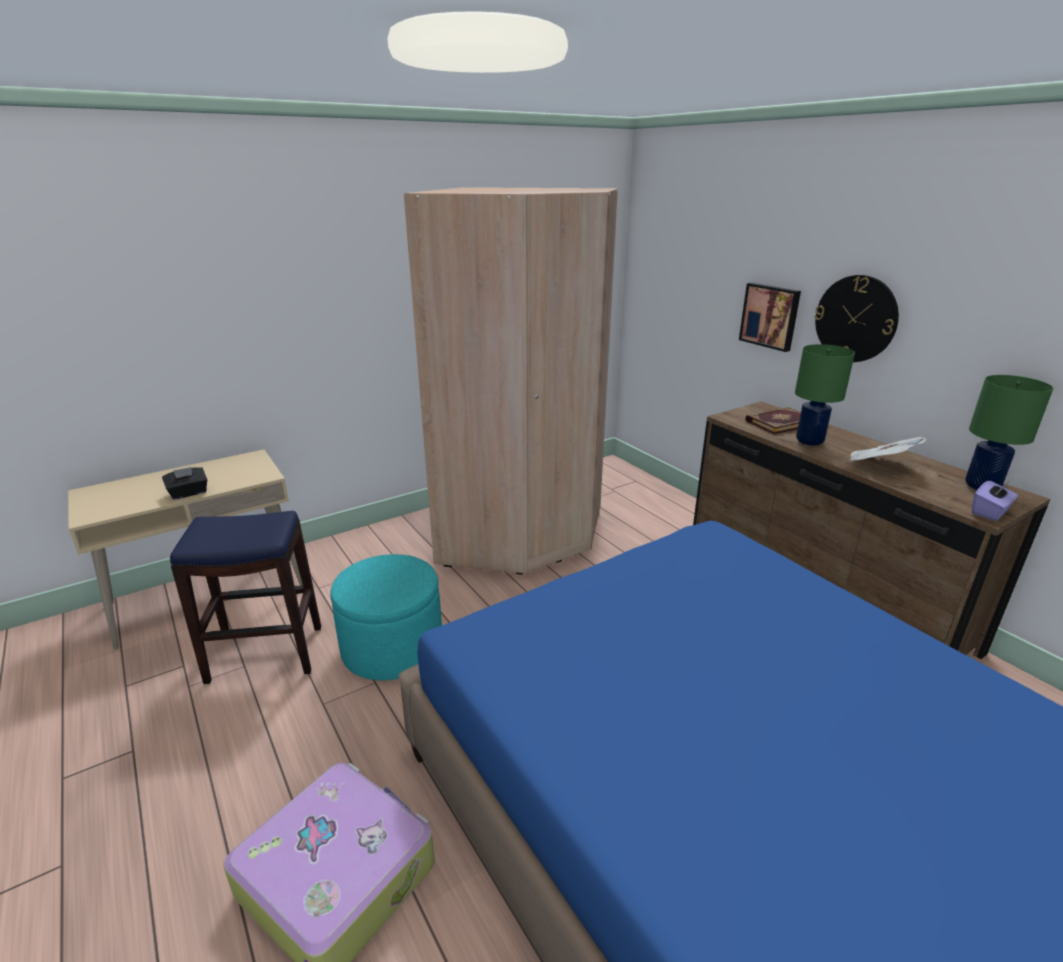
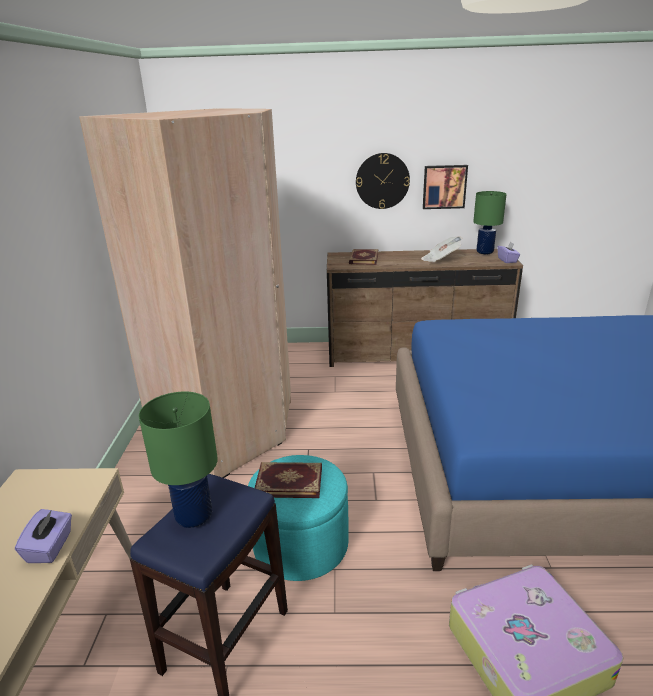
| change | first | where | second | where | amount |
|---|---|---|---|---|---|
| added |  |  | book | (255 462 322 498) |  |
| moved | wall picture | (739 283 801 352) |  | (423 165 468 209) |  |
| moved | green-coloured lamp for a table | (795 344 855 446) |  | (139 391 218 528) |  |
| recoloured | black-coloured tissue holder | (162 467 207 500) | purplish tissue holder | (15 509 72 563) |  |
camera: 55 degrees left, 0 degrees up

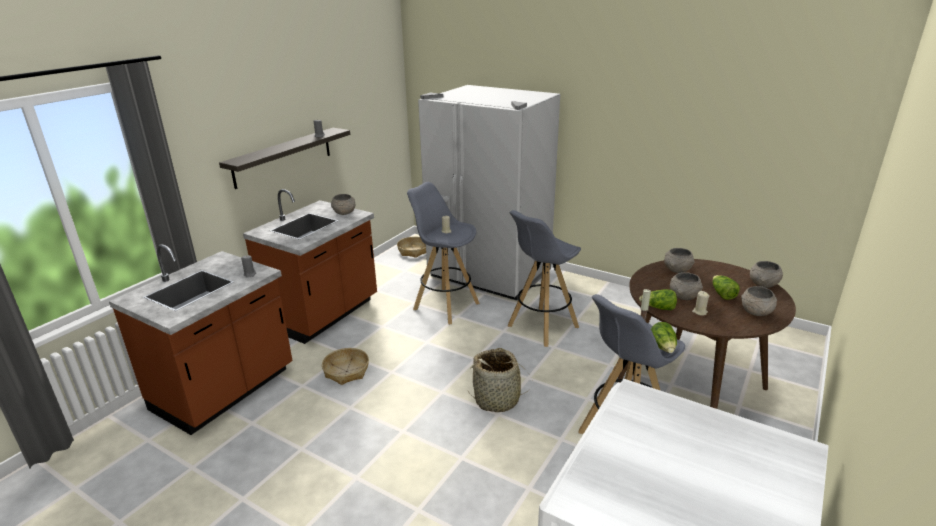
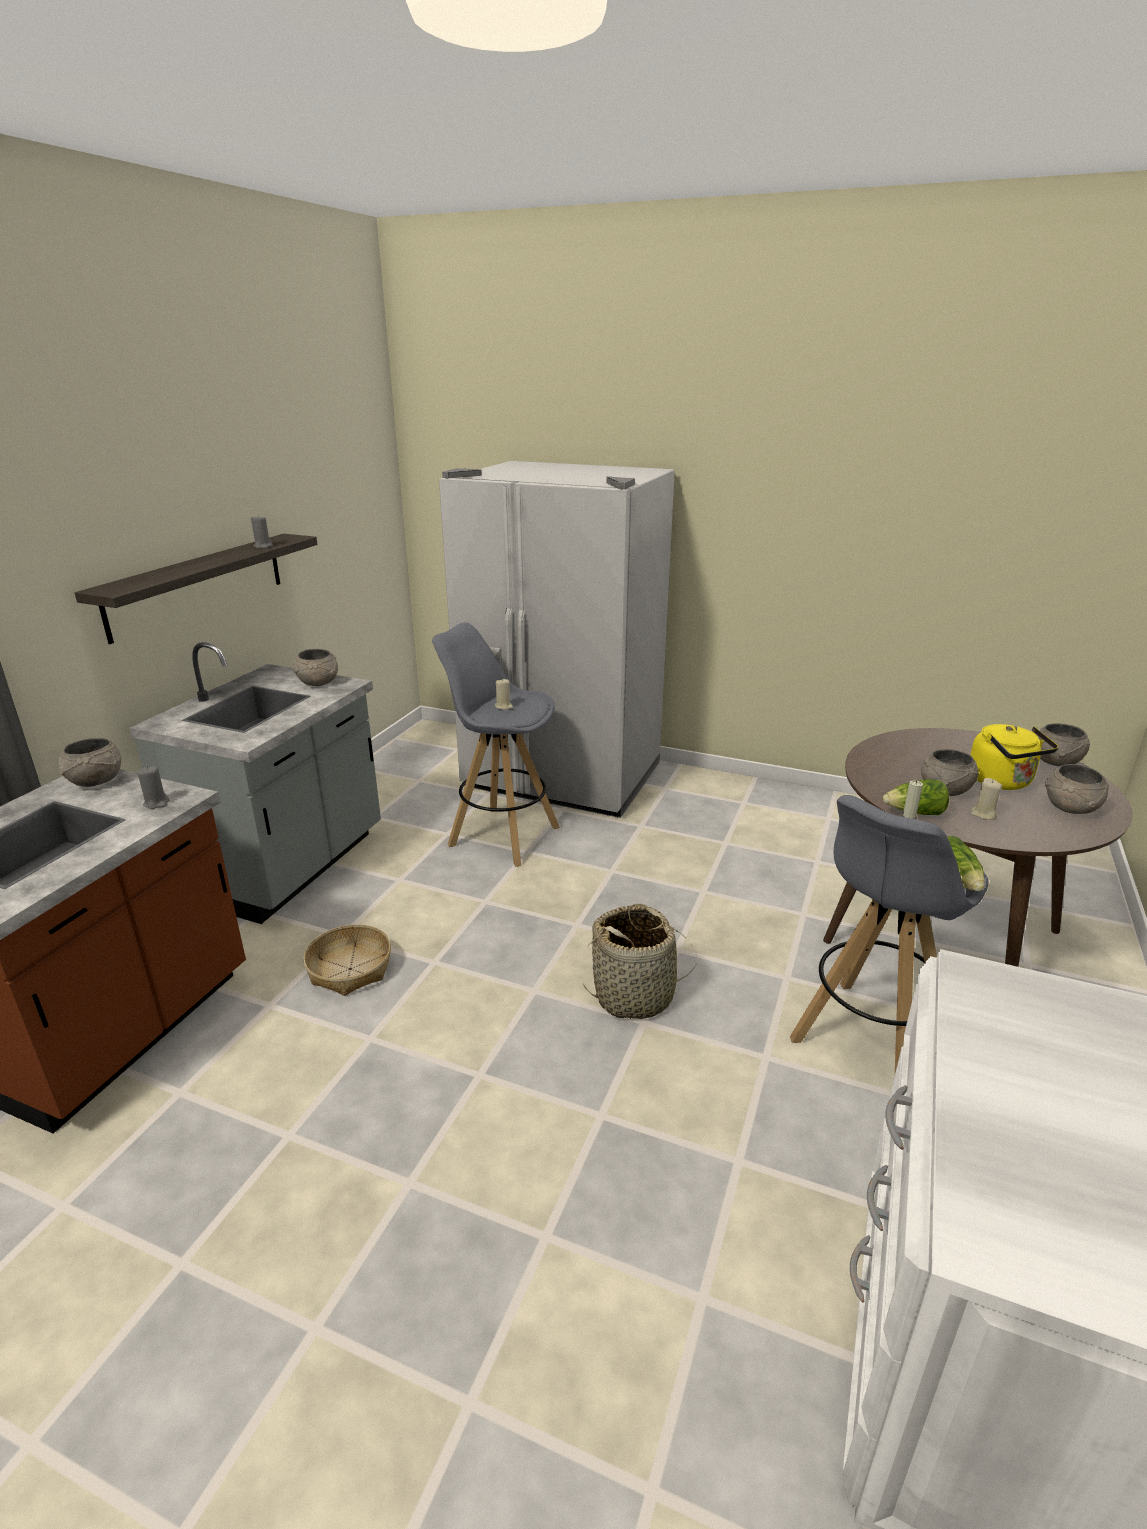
| change | first | where | second | where | amount |
|---|---|---|---|---|---|
| removed | household basket | (397 237 426 258) |  |  |  |
| removed | gray sitting stool | (508 210 581 347) |  |  |  |
| moved | gray deep dish | (664 248 694 273) |  | (59 738 121 787) |  |
| replaced | lettuce head | (713 275 740 300) | yellow water kettle | (970 724 1058 790) |  |
| recoloured | brown kitchen base unit | (243 189 377 344) | gray kitchen base unit | (130 642 381 924) |  |
camera: 10 degrees left, 0 degrees up

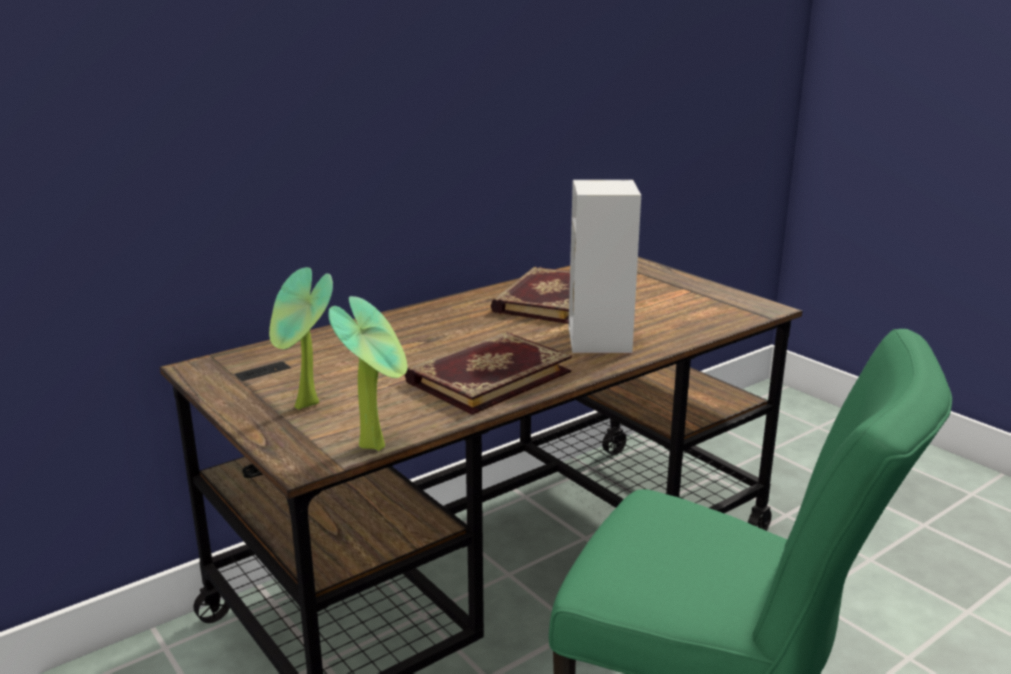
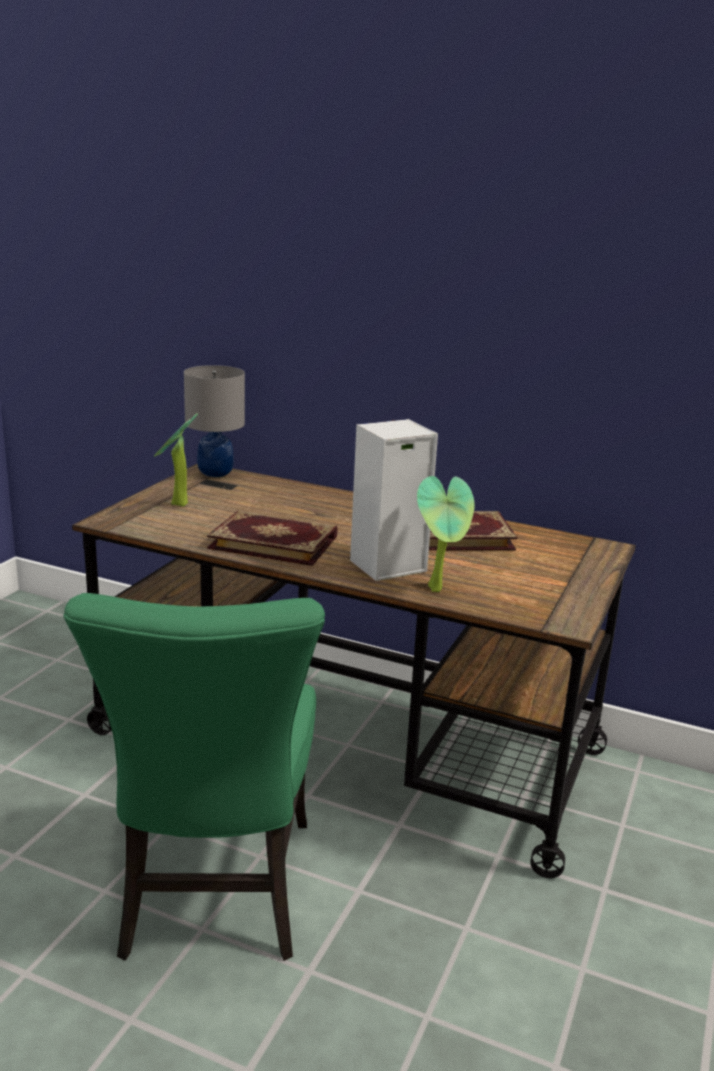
| change | first | where | second | where | amount |
|---|---|---|---|---|---|
| added |  |  | gray lamp for a table | (184 365 245 477) |  |
| moved | houseplant | (329 296 408 451) |  | (417 476 475 592) |  |
camera: 60 degrees right, 0 degrees up

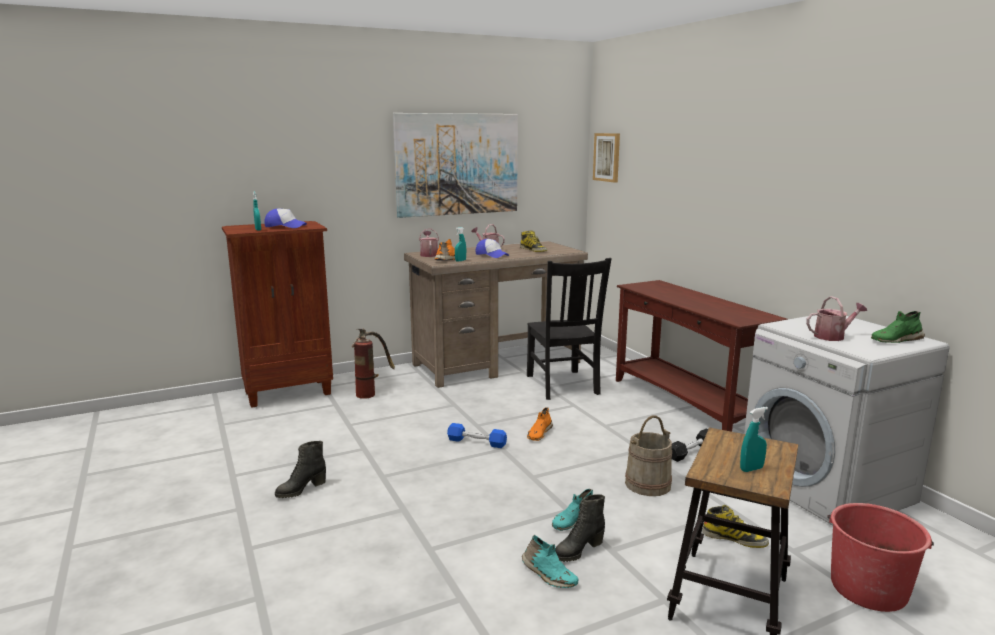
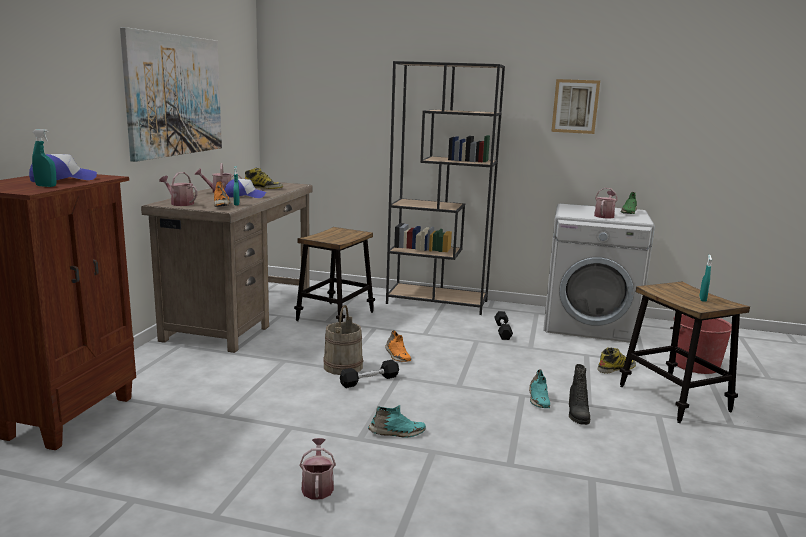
| change | first | where | second | where | amount |
|---|---|---|---|---|---|
| removed | fire extinguisher | (352 328 395 399) |  |  |  |
| moved | blue-green shoe | (522 535 579 588) |  | (368 405 426 438) |  |
| moved | wall picture | (593 133 620 183) |  | (551 79 600 134) |  |
| moved | sand-coloured water bucket | (625 415 672 496) |  | (323 305 363 375) |  |
| replaced | black-coloured high-top boot | (275 441 326 498) | watering pot | (300 438 336 500) |  |
| replaced | black-coloured plain chair | (527 258 611 400) | sitting stool | (294 227 375 322) |  |
| replaced | brown hall table | (616 280 788 432) | bookshelf | (386 61 505 315) |  |
| recoloured | bluish dumbbell | (447 423 507 448) | black-coloured dumbbell | (340 360 399 388) |  |
camera: 50 degrees left, 0 degrees up

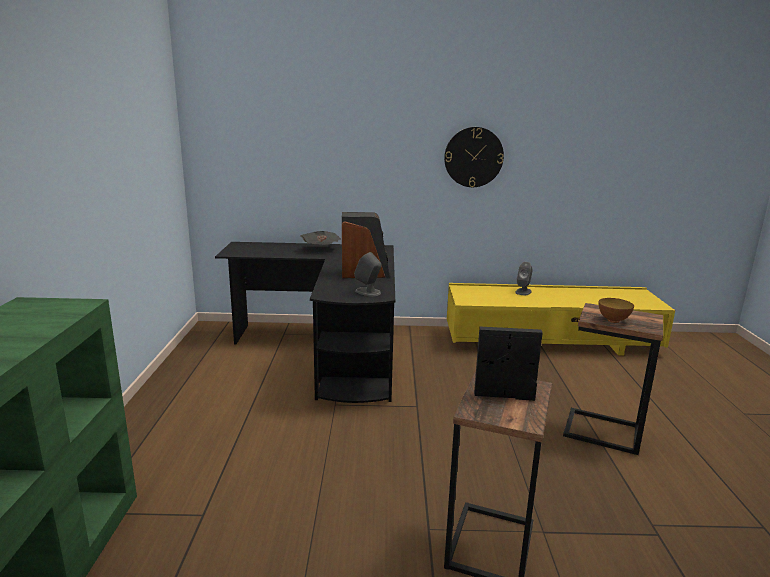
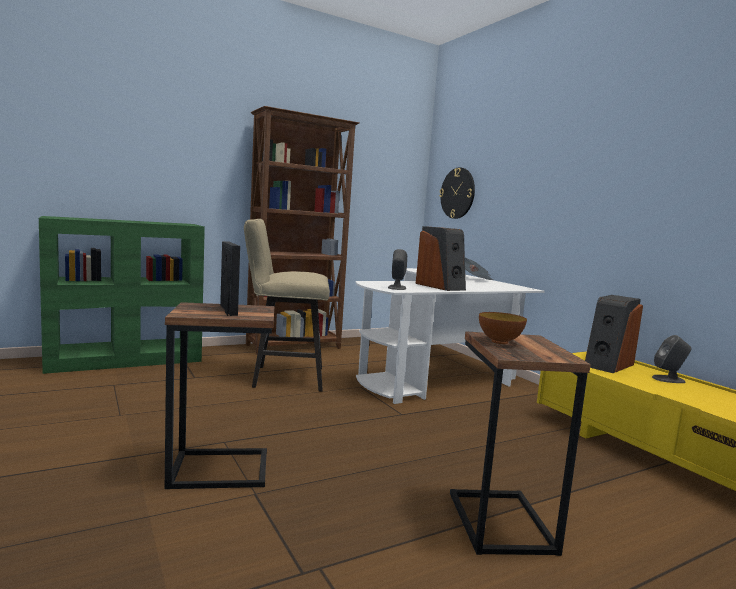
| change | first | where | second | where | amount |
|---|---|---|---|---|---|
| added |  |  | sand-coloured sitting stool | (244 219 330 392) |  |
| added |  |  | brown bookshelf | (246 106 360 355) |  |
| added |  |  | loudspeaker | (585 295 643 373) |  |
| moved | clock on the wall | (444 127 504 187) |  | (439 167 475 219) |  |
| recoloured | black-coloured desk unit | (215 242 395 403) | whitish desk unit | (355 268 545 404) |  |
camera: 60 degrees right, 10 degrees down

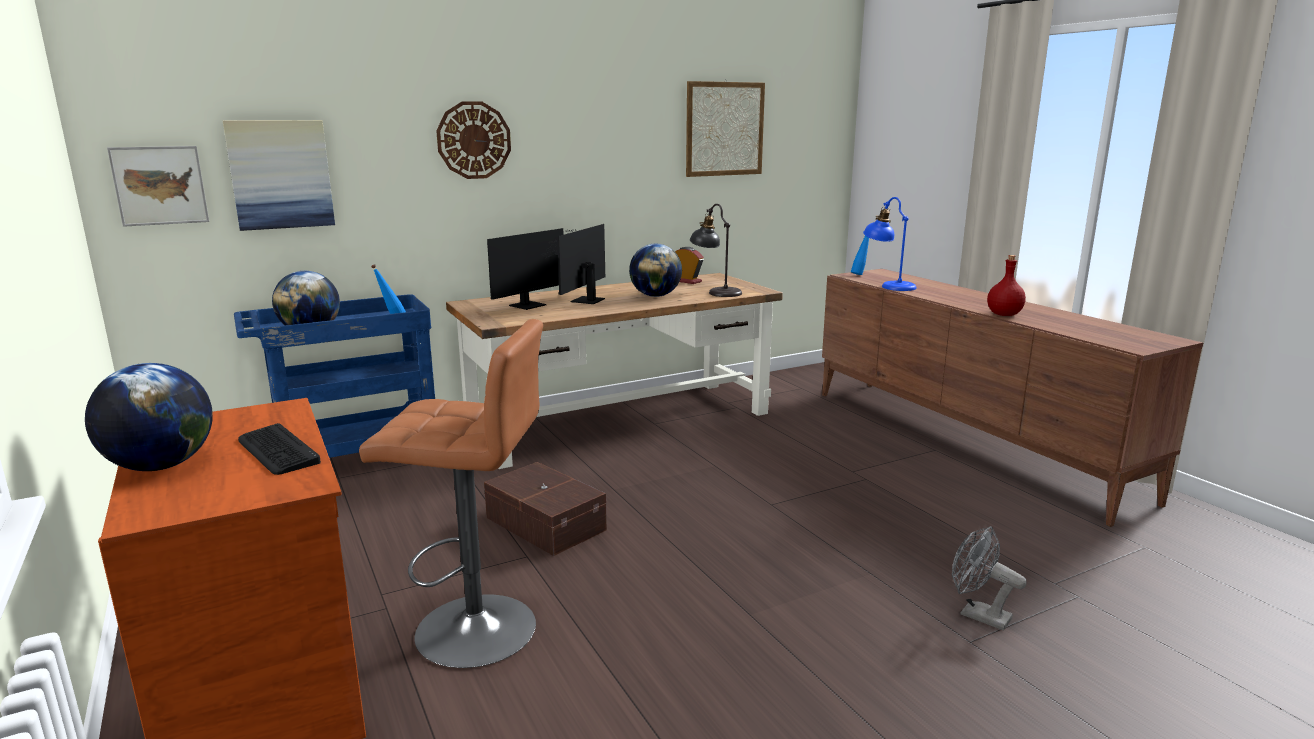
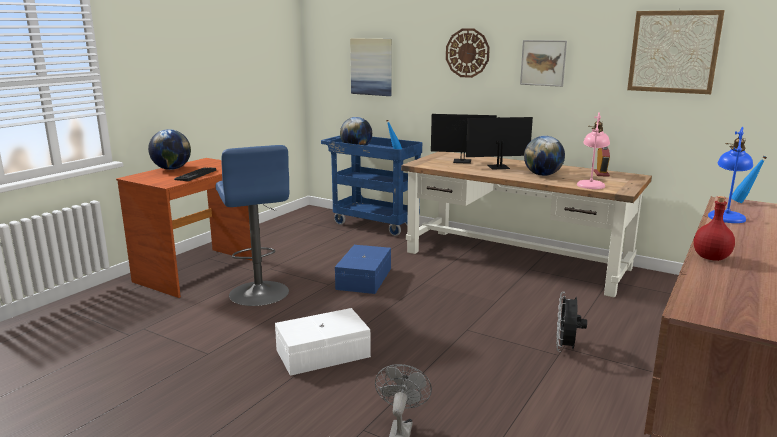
| change | first | where | second | where | amount |
|---|---|---|---|---|---|
| added |  |  | whitish storage bin | (275 308 371 376) |  |
| added |  |  | black-coloured electric fan | (556 292 587 352) |  |
| moved | wall picture | (107 146 209 227) |  | (520 40 567 87) |  |
| recoloured | brown sitting stool | (359 319 543 668) | bluish sitting stool | (216 145 289 306) |  |
| recoloured | brown storage bin | (484 462 607 556) | bluish storage bin | (335 245 391 294) |  |
| recoloured | gray lamp for a table | (690 204 742 297) | pinkish lamp for a table | (577 112 610 189) |  |
camera: 60 degrees right, 0 degrees up

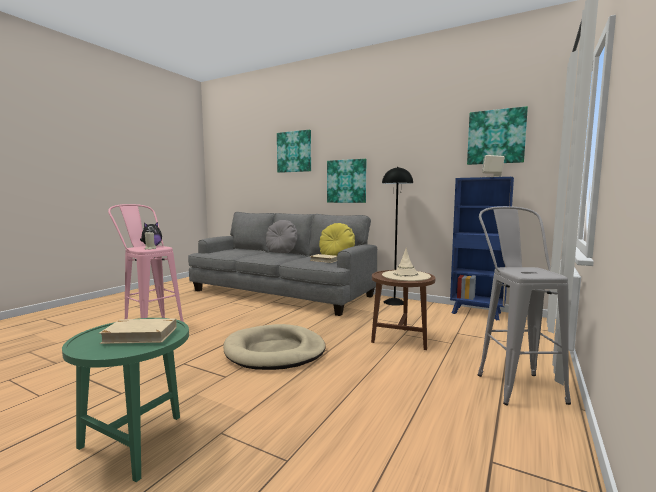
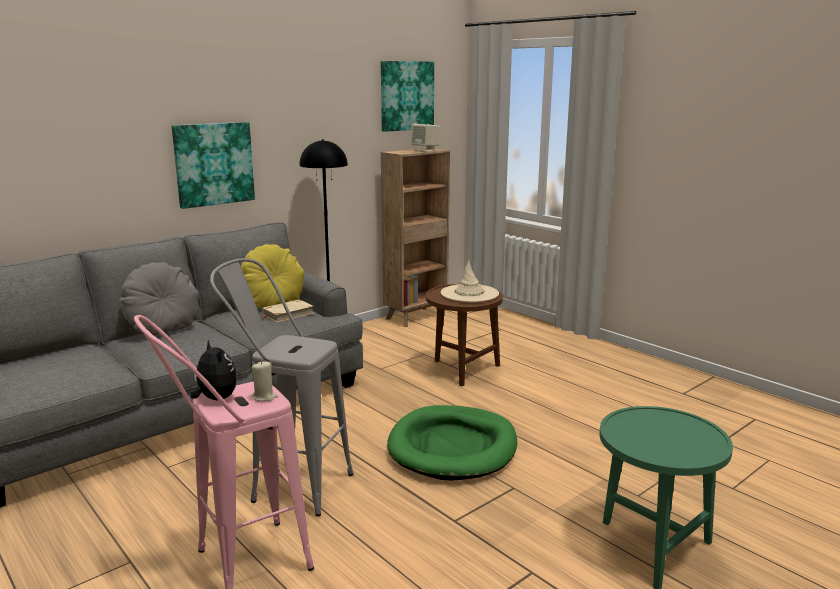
| change | first | where | second | where | amount |
|---|---|---|---|---|---|
| removed | sand-coloured book | (100 319 177 344) |  |  |  |
| removed | wall picture | (277 130 311 173) |  |  |  |
| moved | gray sitting stool | (478 206 571 406) |  | (210 258 353 517) |  |
| recoloured | sand-coloured dog cushion | (223 324 326 370) | green-coloured dog cushion | (387 405 517 481) |  |
| recoloured | bluish bookshelf | (450 177 514 320) | brown bookshelf | (381 148 450 327) |  |
camera: 70 degrees left, 10 degrees up

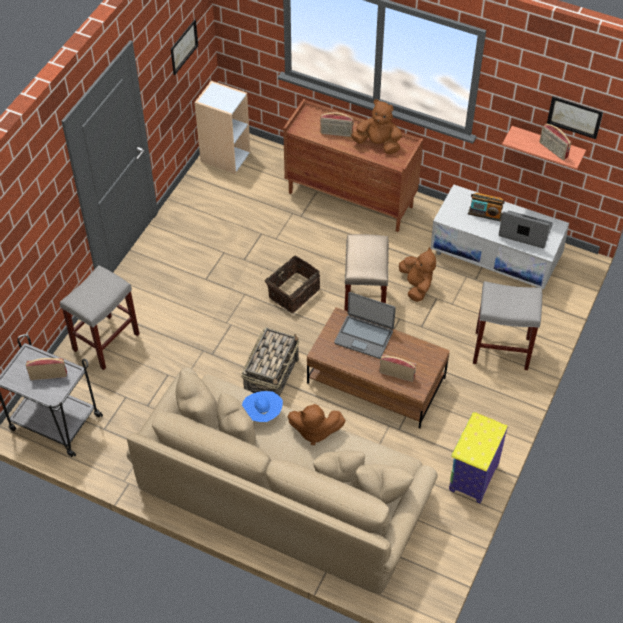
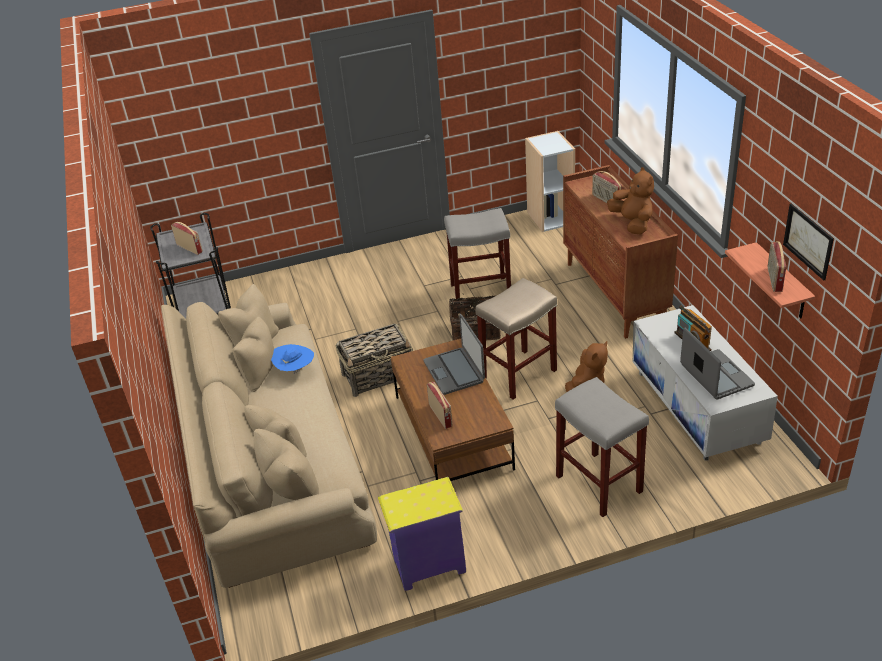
| change | first | where | second | where | amount |
|---|---|---|---|---|---|
| removed | wall picture | (171 19 198 75) |  |  |  |
| removed | brown cuddly toy | (288 404 346 445) |  |  |  |
| moved | gray sitting stool | (60 265 139 370) |  | (444 208 511 299) |  |
camera: 50 degrees right, 15 degrees down

